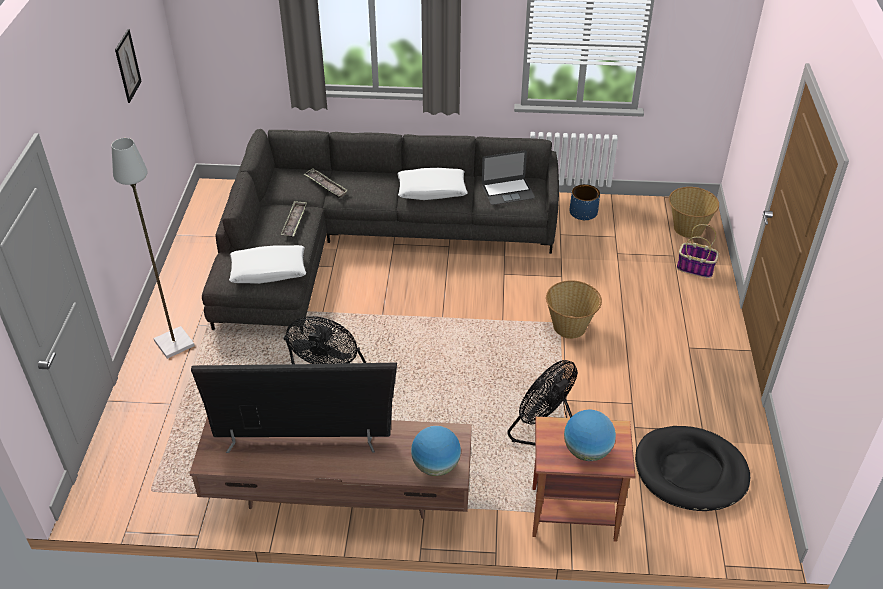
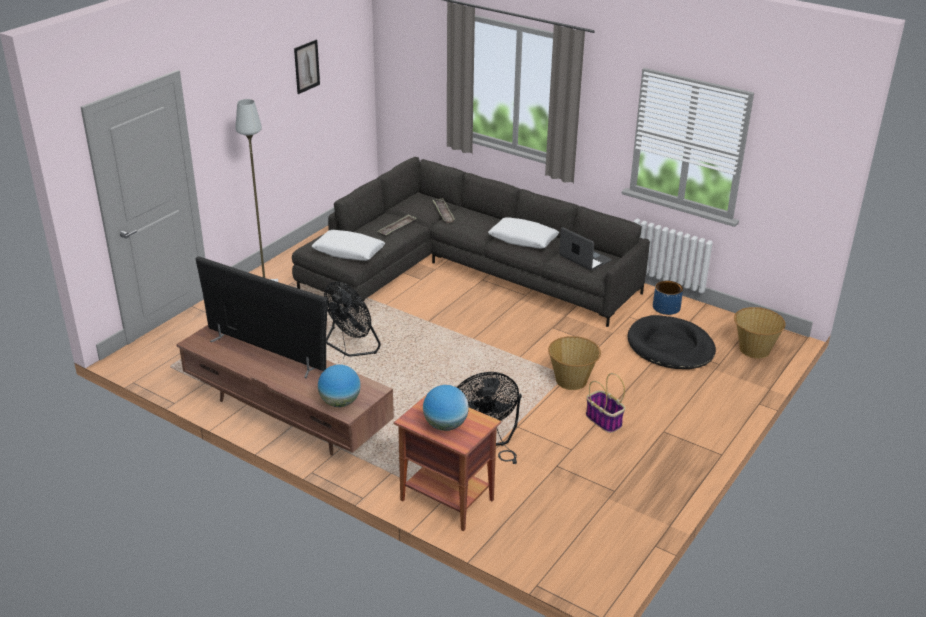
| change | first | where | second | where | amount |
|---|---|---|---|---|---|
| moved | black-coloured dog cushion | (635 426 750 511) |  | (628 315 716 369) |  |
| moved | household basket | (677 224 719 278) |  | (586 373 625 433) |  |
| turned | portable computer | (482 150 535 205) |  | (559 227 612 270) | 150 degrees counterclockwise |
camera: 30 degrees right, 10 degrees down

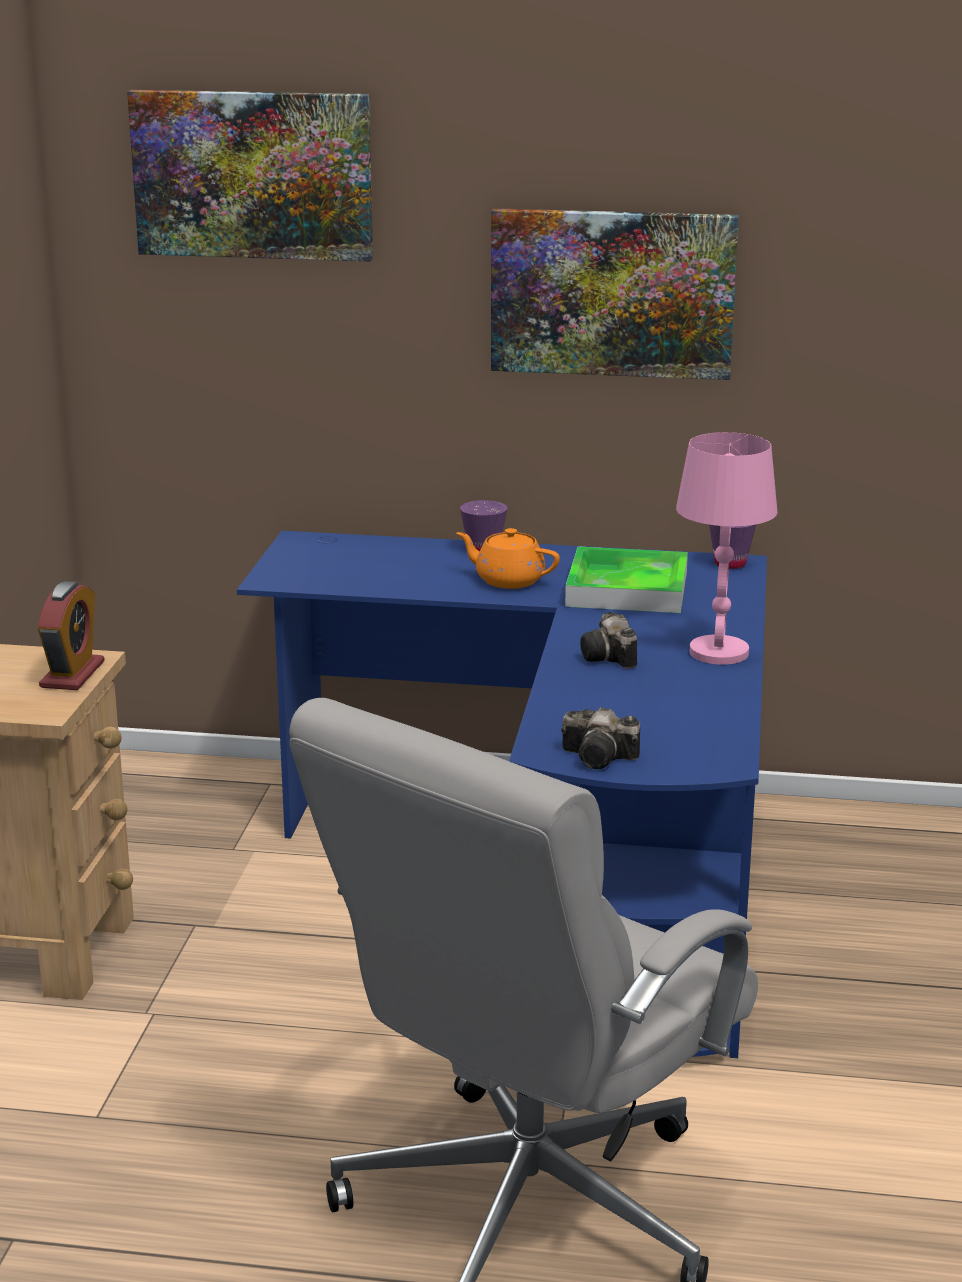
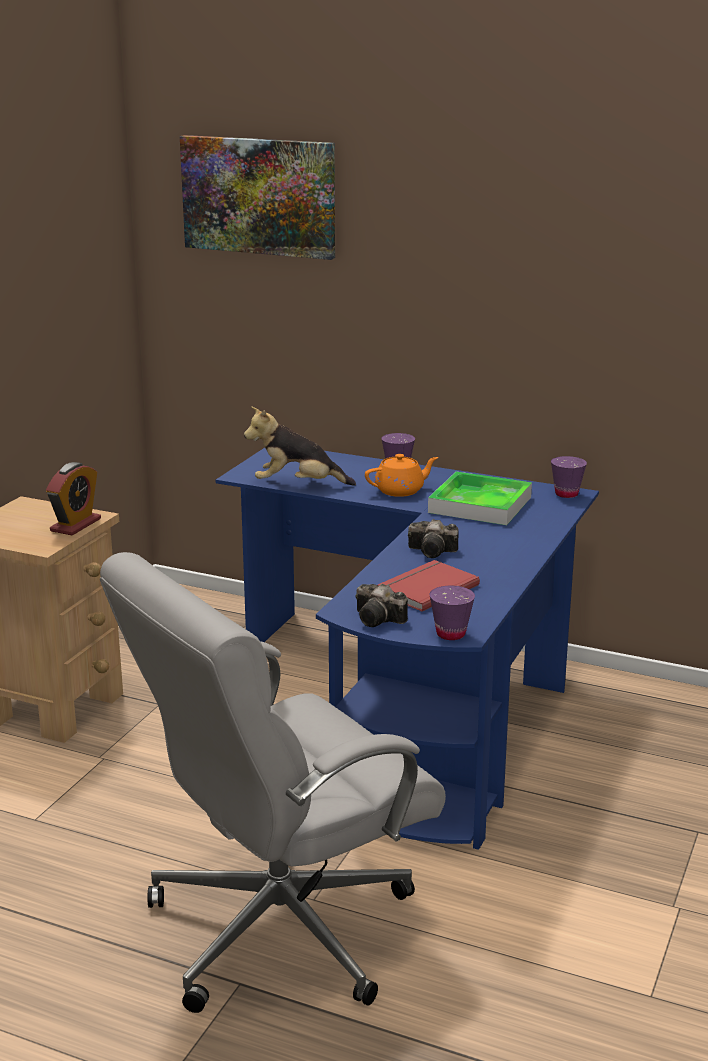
| change | first | where | second | where | amount |
|---|---|---|---|---|---|
| removed | wall picture | (491 208 739 380) |  |  |  |
| removed | pinkish lamp for a table | (676 432 778 665) |  |  |  |
| added |  |  | cuddly toy | (244 406 356 486) |  |
| added |  |  | reddish book | (378 560 480 612) |  |
| added |  |  | purplish drinking cup | (430 586 475 640) |  |
| turned | orangey tea pot | (457 528 560 589) |  | (365 454 438 497) | 120 degrees clockwise |
| turned | photo camera | (580 612 637 669) |  | (408 519 459 558) | 75 degrees counterclockwise |
camera: 15 degrees right, 0 degrees up

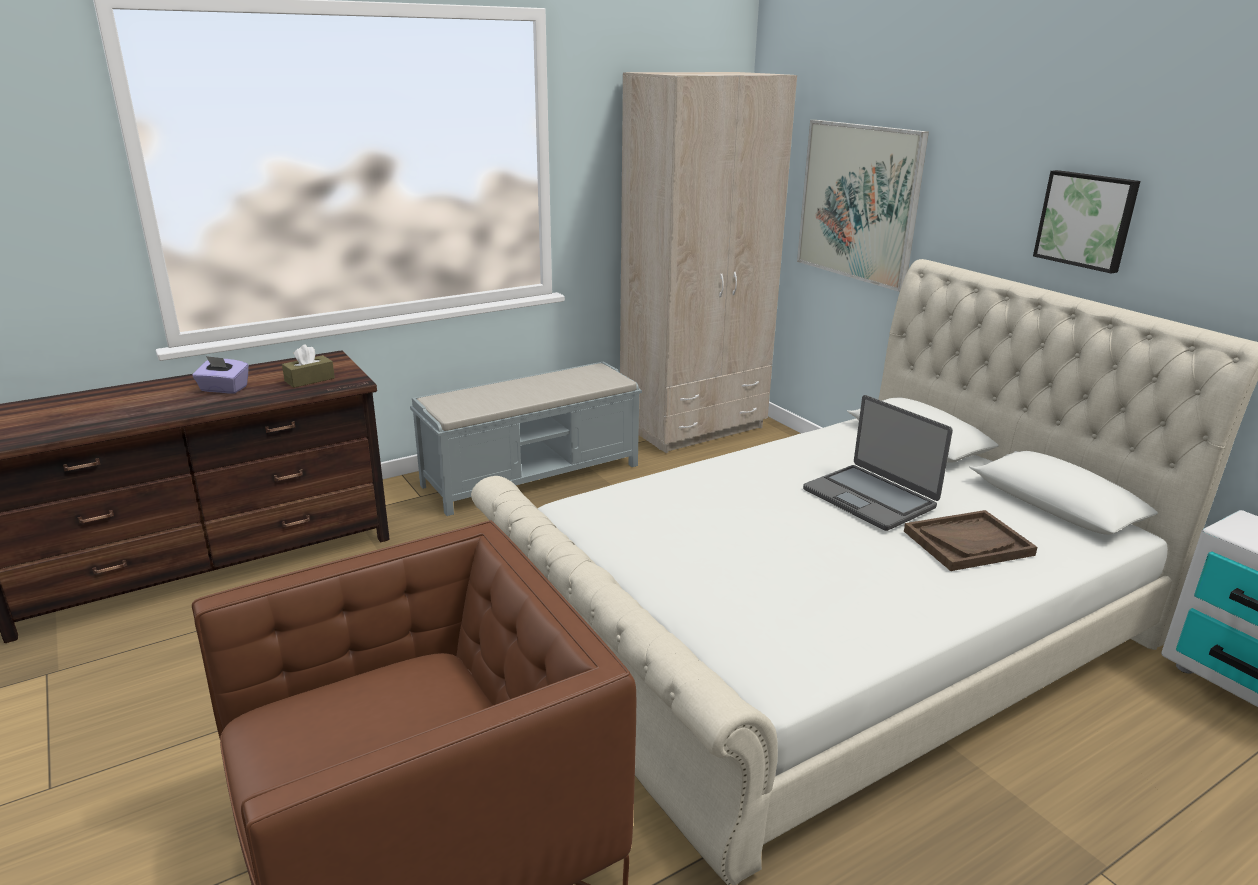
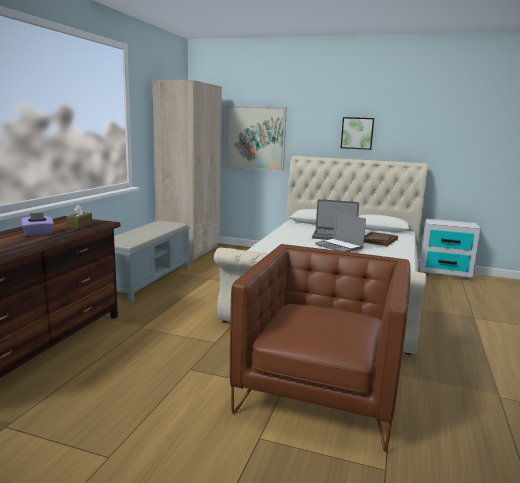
| change | first | where | second | where | amount |
|---|---|---|---|---|---|
| added |  |  | portable computer | (315 212 366 252) |  |
camera: 40 degrees left, 10 degrees down

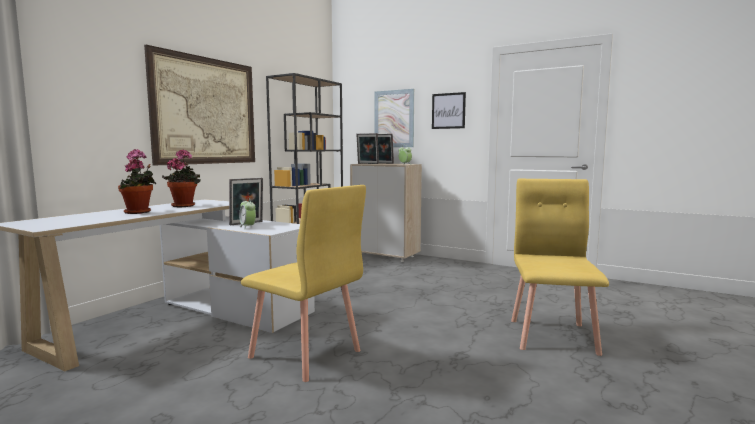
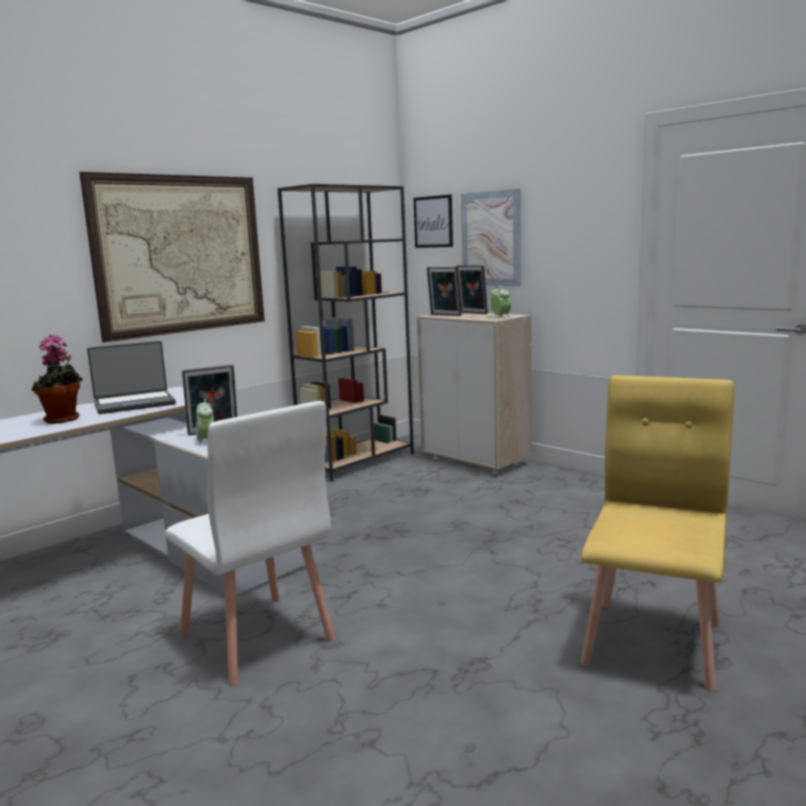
| change | first | where | second | where | amount |
|---|---|---|---|---|---|
| moved | wall picture | (432 92 466 129) |  | (413 194 453 248) |  |
| replaced | houseplant | (162 150 201 207) | portable computer | (87 341 176 414) |  |
| recoloured | yellow plain chair | (241 185 366 382) | whitish plain chair | (165 401 335 686) |  |
camera: 15 degrees right, 5 degrees up

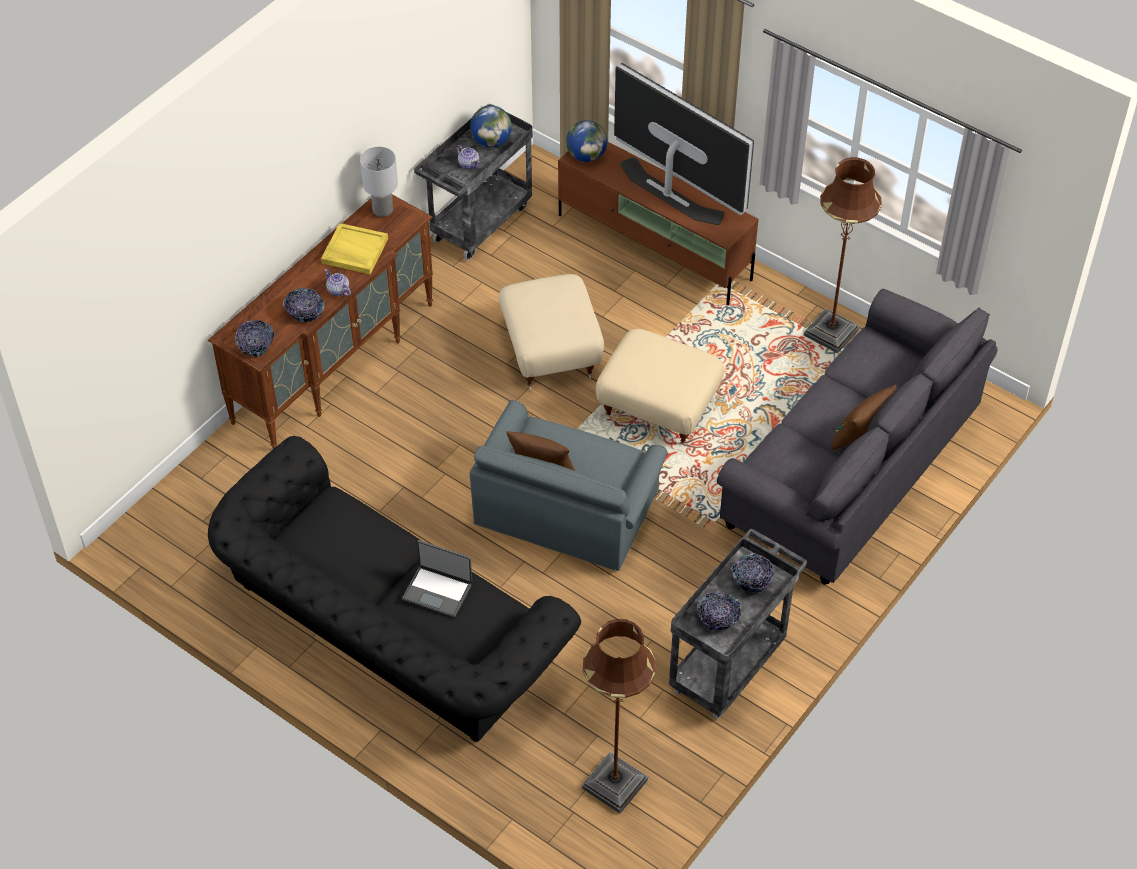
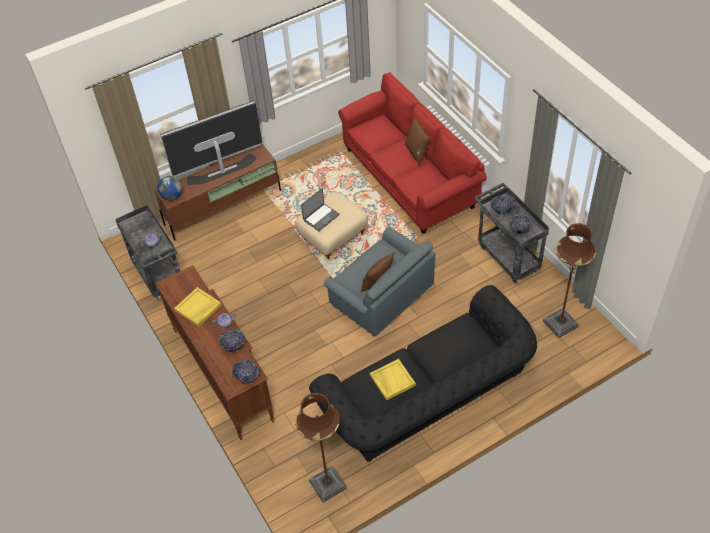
| change | first | where | second | where | amount |
|---|---|---|---|---|---|
| removed | gray lamp for a table | (360 147 398 217) |  |  |  |
| removed | desk globe | (470 105 512 147) |  |  |  |
| removed | sand-coloured ottoman | (498 274 604 390) |  |  |  |
| added |  |  | yellow tray | (370 359 416 401) |  |
| moved | portable computer | (402 540 472 617) |  | (301 188 340 231) |  |
| moved | brown standing lamp | (804 157 882 354) |  | (295 393 347 503) |  |
| recoloured | gray settee | (717 289 997 584) | reddish settee | (338 72 487 234) |  |
camera: 65 degrees left, 0 degrees up

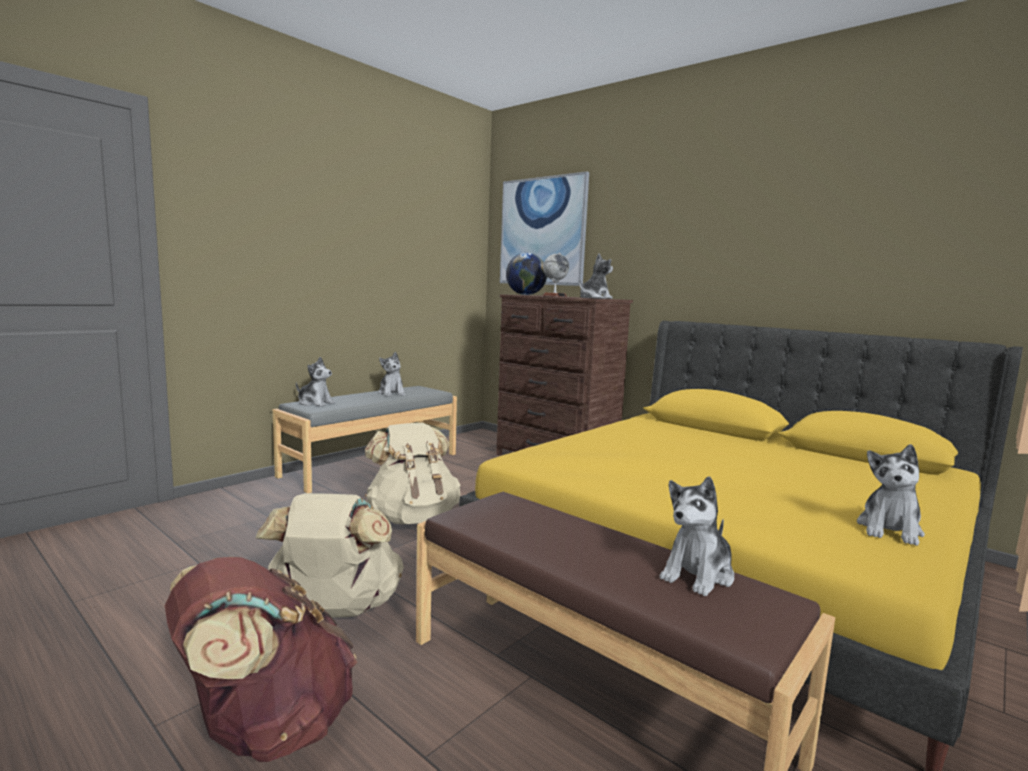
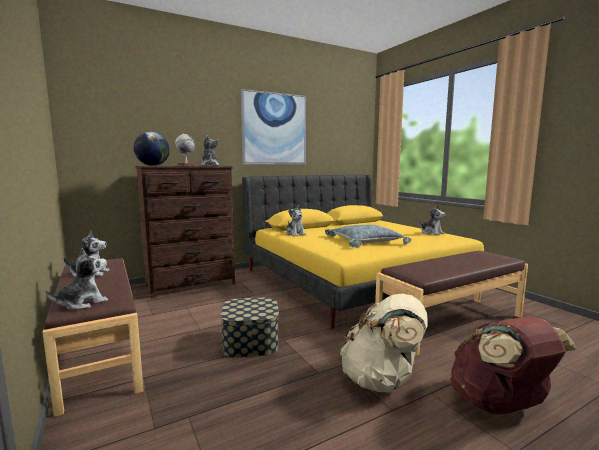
| change | first | where | second | where | amount |
|---|---|---|---|---|---|
| added |  |  | throw pillow | (325 225 411 248) |  |
| moved | wall picture | (500 171 589 286) |  | (241 89 306 164) |  |
| moved | cuddly toy | (659 476 734 596) |  | (286 205 306 236) |  |
| replaced | sand-coloured knapsack | (365 423 460 524) | storage bin | (221 297 279 358) |  |
| recoloured | gray indoor bench | (273 386 457 493) | brown indoor bench | (42 258 144 417) |  |
camera: 70 degrees left, 0 degrees up

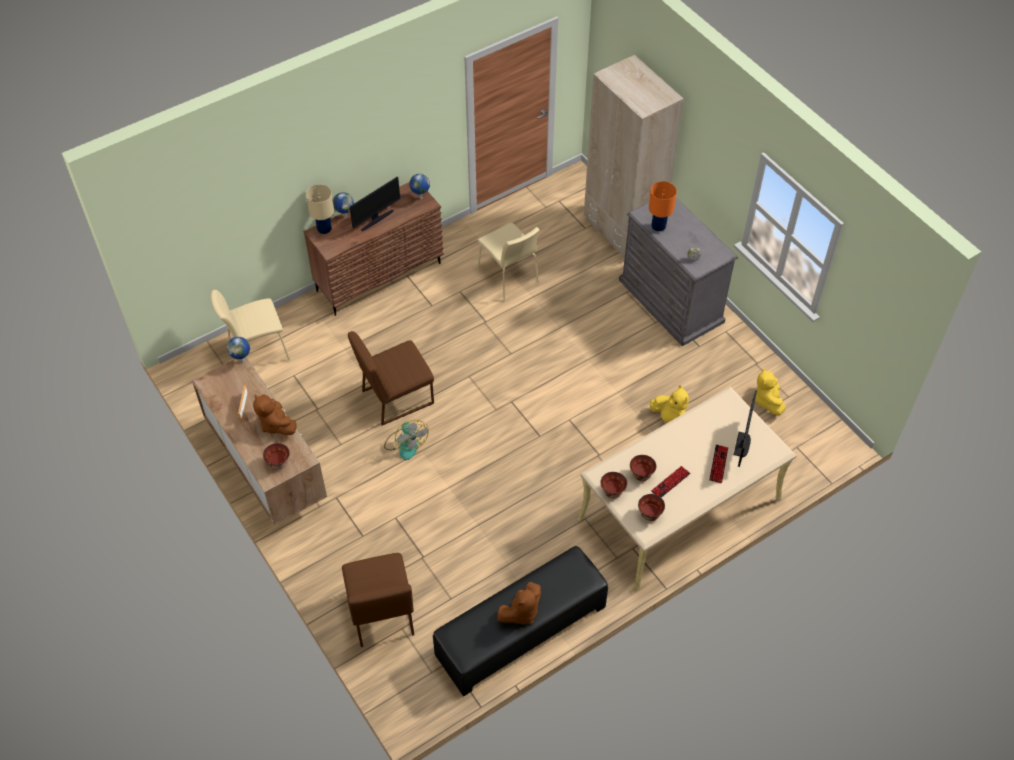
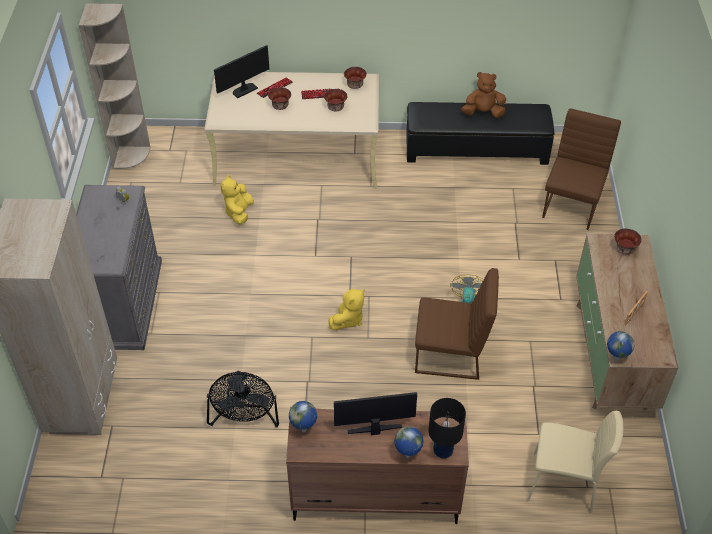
| change | first | where | second | where | amount |
|---|---|---|---|---|---|
| removed | brown cuddly toy | (253 394 297 435) |  |  |  |
| removed | orangey lamp for a table | (649 181 677 231) |  |  |  |
| added |  |  | sand-coloured bookshelf | (79 3 150 169) |  |
| moved | deep dish | (600 472 627 499) |  | (268 87 291 110) |  |
| moved | yellow cuddly toy | (755 367 786 415) |  | (328 289 365 330) |  |
| replaced | sand-coloured plain chair | (477 223 539 301) | black-coloured electric fan | (207 371 279 428) |  |
| recoloured | sand-coloured lamp for a table | (306 184 334 234) | black-coloured lamp for a table | (428 398 466 459) |  |
camera: 145 degrees left, 5 degrees down

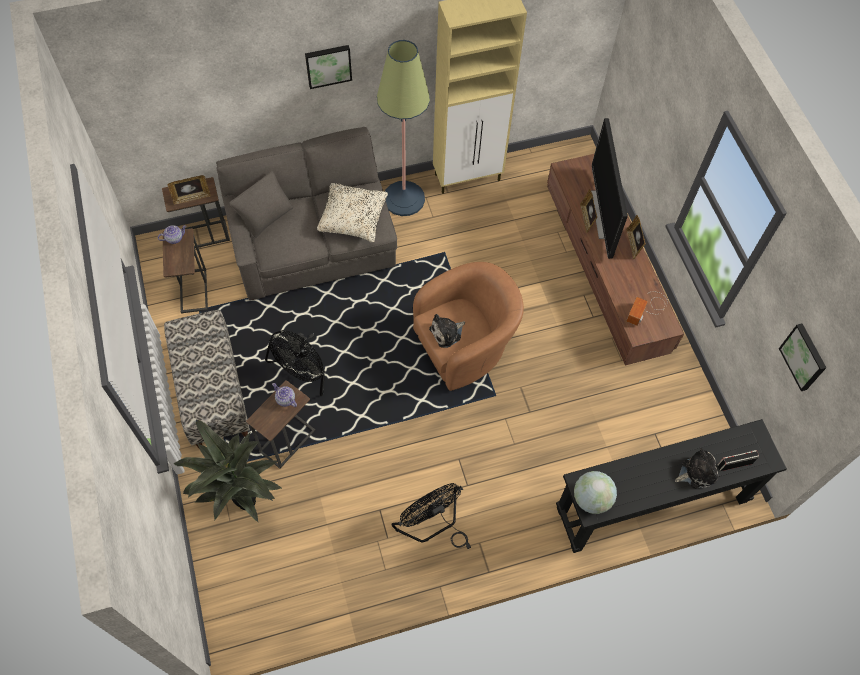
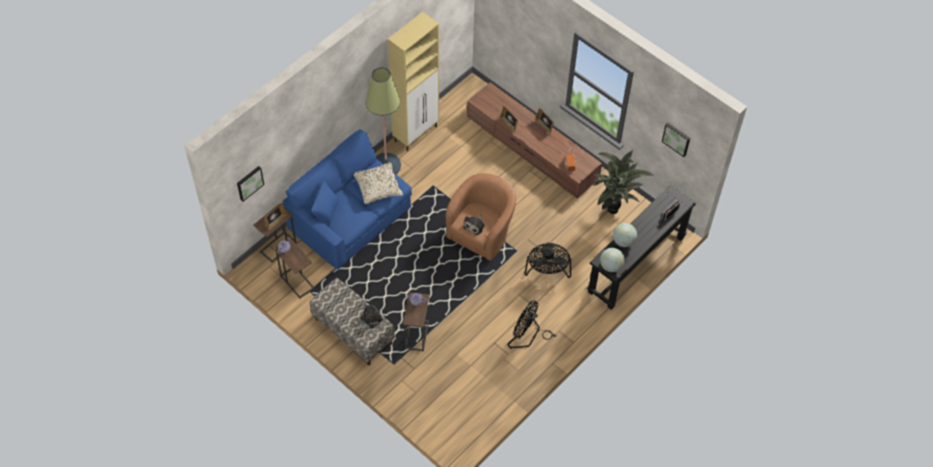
| change | first | where | second | where | amount |
|---|---|---|---|---|---|
| removed | TV set | (591 118 628 259) |  |  |  |
| added |  |  | desk globe | (613 223 637 247) |  |
| moved | houseplant | (173 420 282 522) |  | (593 150 654 214) |  |
| moved | black-coloured electric fan | (265 330 325 397) |  | (524 242 572 278) |  |
| moved | wall picture | (305 45 352 89) |  | (237 166 264 201) |  |
| moved | cuddly toy | (675 448 718 489) |  | (361 305 383 330) |  |
| recoloured | gray settee | (216 127 397 300) | bluish settee | (282 129 412 270) |  |
camera: 30 degrees left, 5 degrees down

